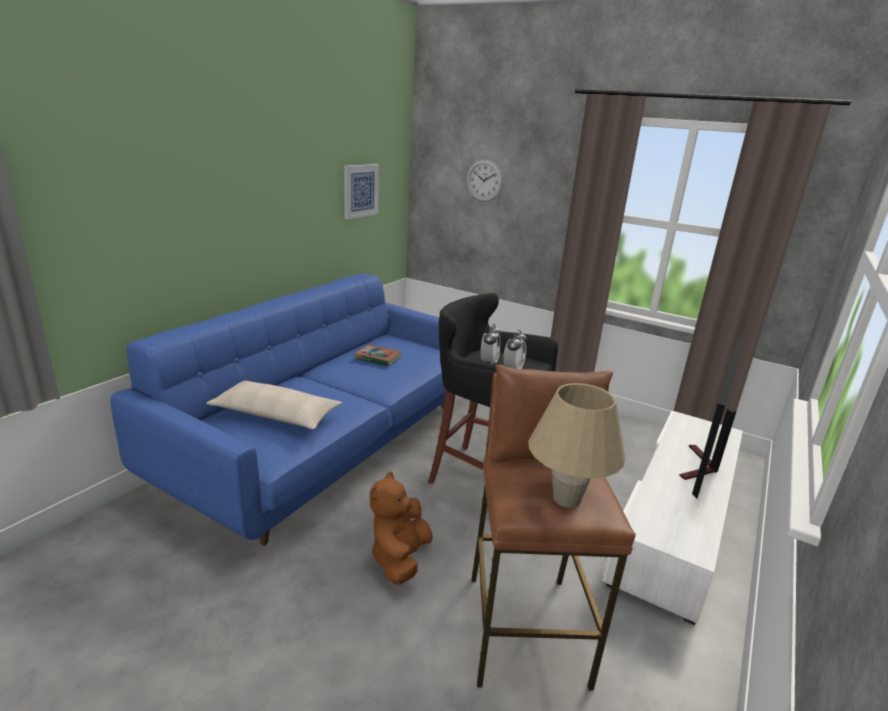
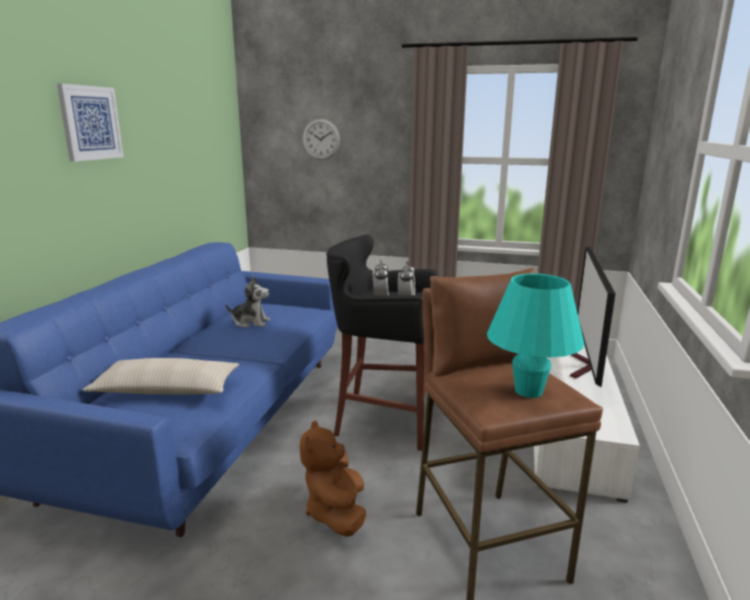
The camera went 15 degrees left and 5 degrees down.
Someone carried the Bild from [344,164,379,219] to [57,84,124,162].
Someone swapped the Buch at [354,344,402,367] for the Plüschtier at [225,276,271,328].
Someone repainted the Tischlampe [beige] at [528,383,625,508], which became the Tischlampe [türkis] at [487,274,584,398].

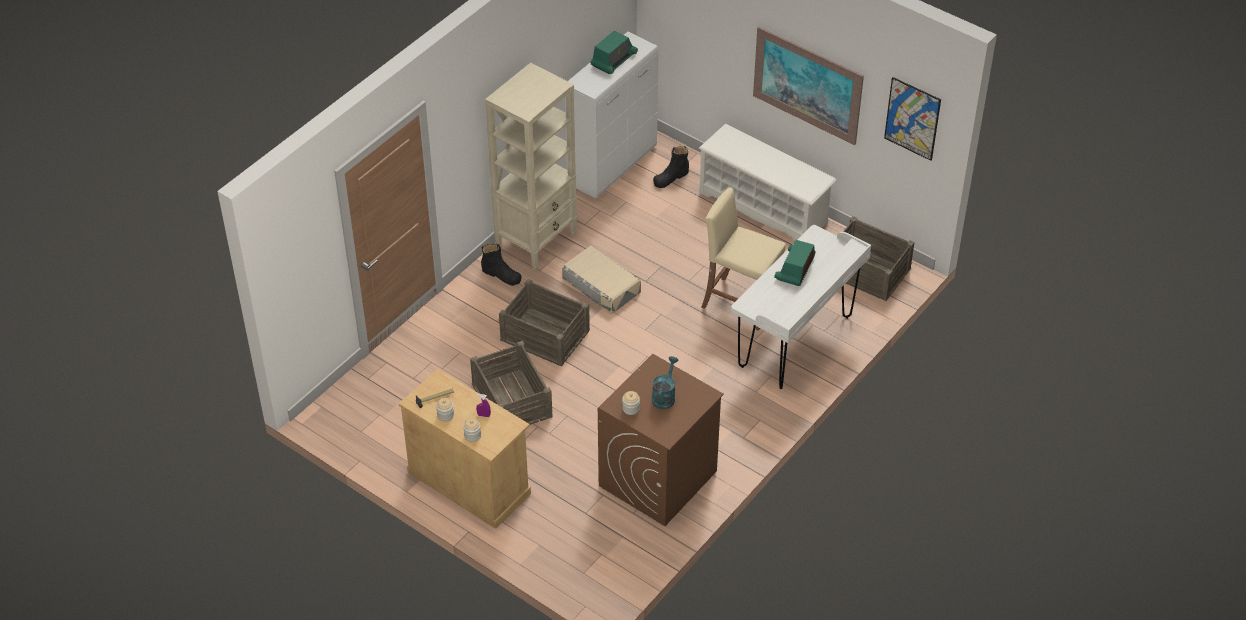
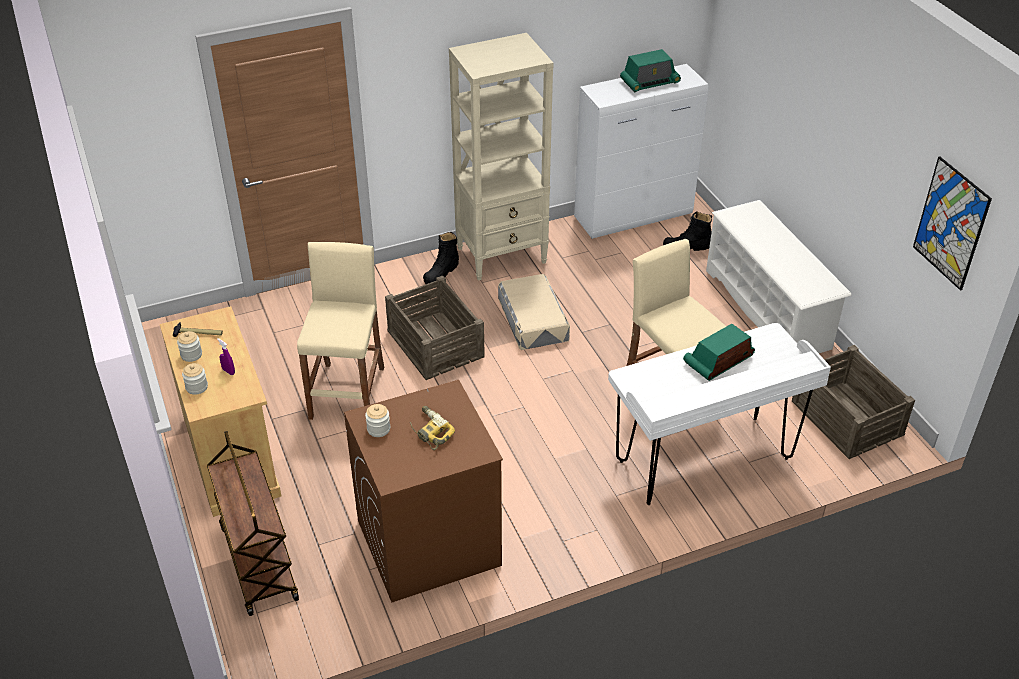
The camera went 30 degrees right and 5 degrees down.
Someone took away the Bild at [753,26,864,145].
Someone put down the Rollwagen [braun] at [207,431,299,616].
Someone swapped the Kiste at [470,341,552,425] for the Hocker [beige] at [297,242,384,420].
Someone swapped the Gießkanne [türkis] at [652,356,678,409] for the Bohrmaschine at [410,406,455,450].
Someone rotated the Stiefel [schwarz] at [481,244,521,286] by 60 degrees clockwise.

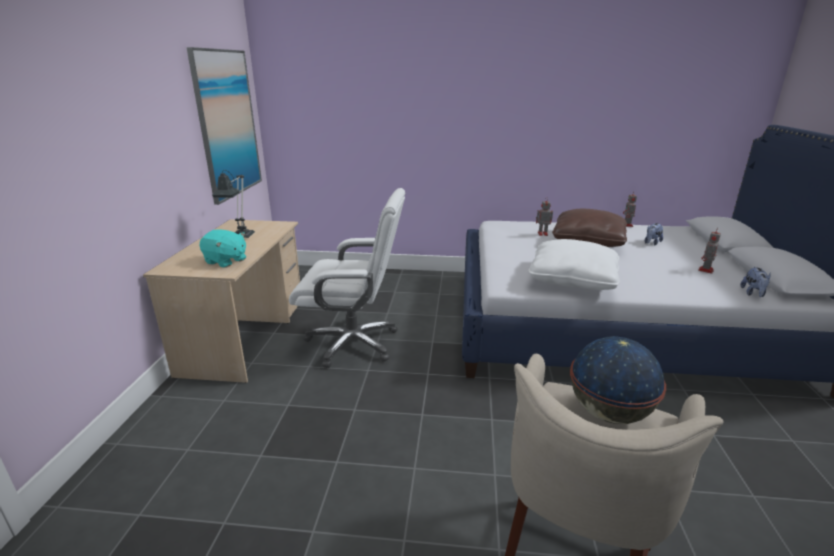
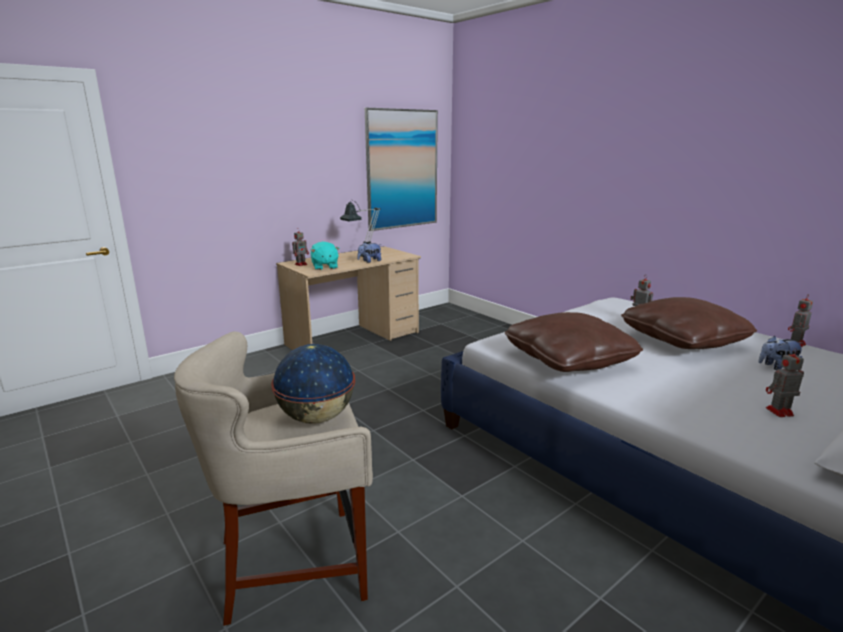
The camera went 45 degrees right and 5 degrees down.
Someone took away the Bürostuhl [weiß] at [289,188,405,368].
Someone put down the Spielzeugroboter at [292,229,309,266].
Someone carried the Plüschtier from [740,267,771,297] to [357,242,381,263].
Someone repainted the Kissen [weiß] at [528,239,620,290], which became the Kissen [braun] at [505,312,643,372].

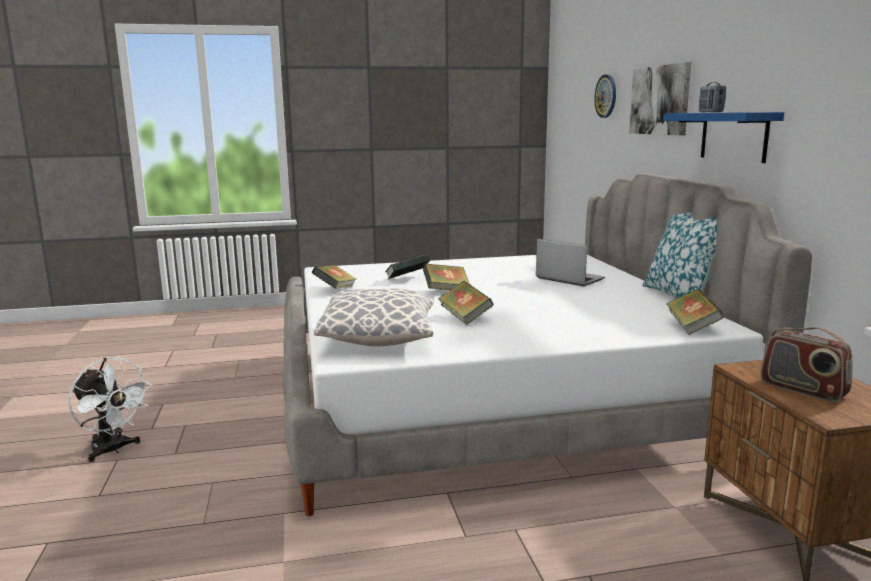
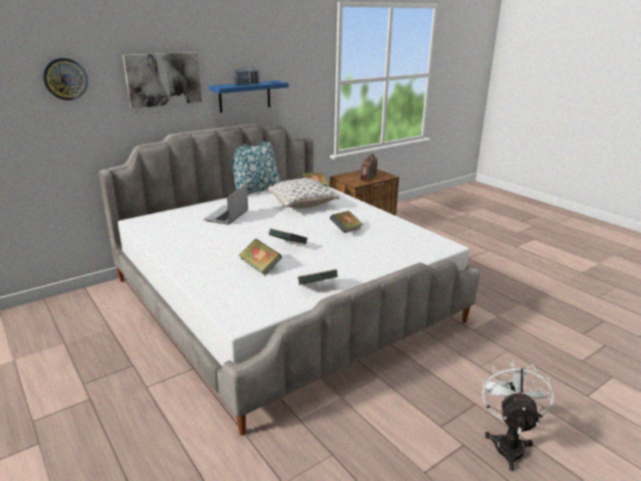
The camera went 115 degrees left and 10 degrees up.
Someone carried the Kissen from [314,288,433,346] to [267,178,340,208].

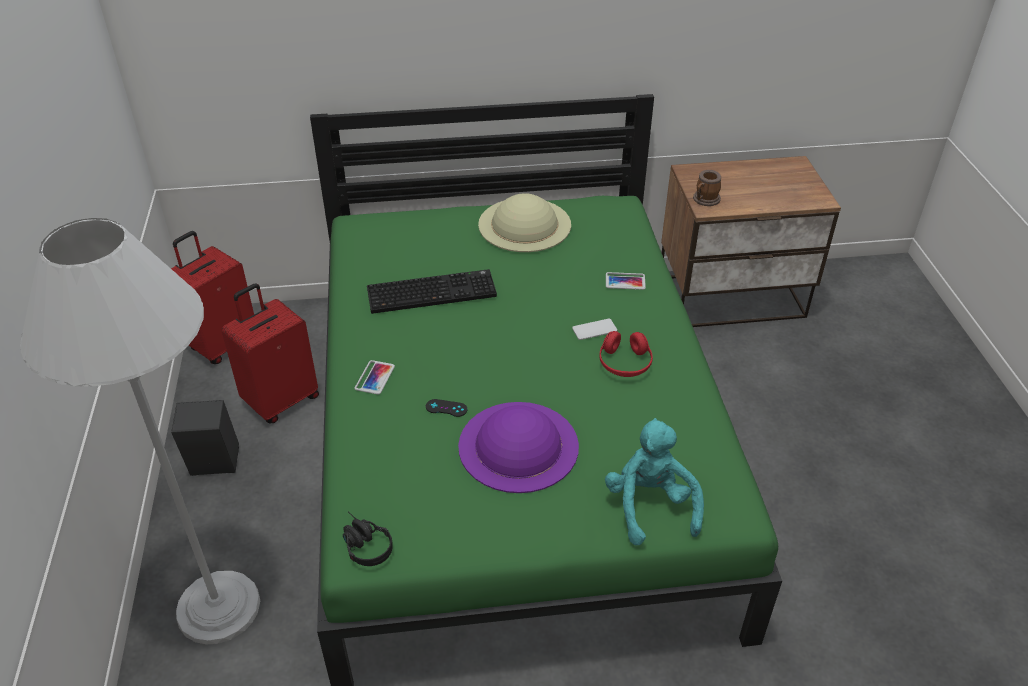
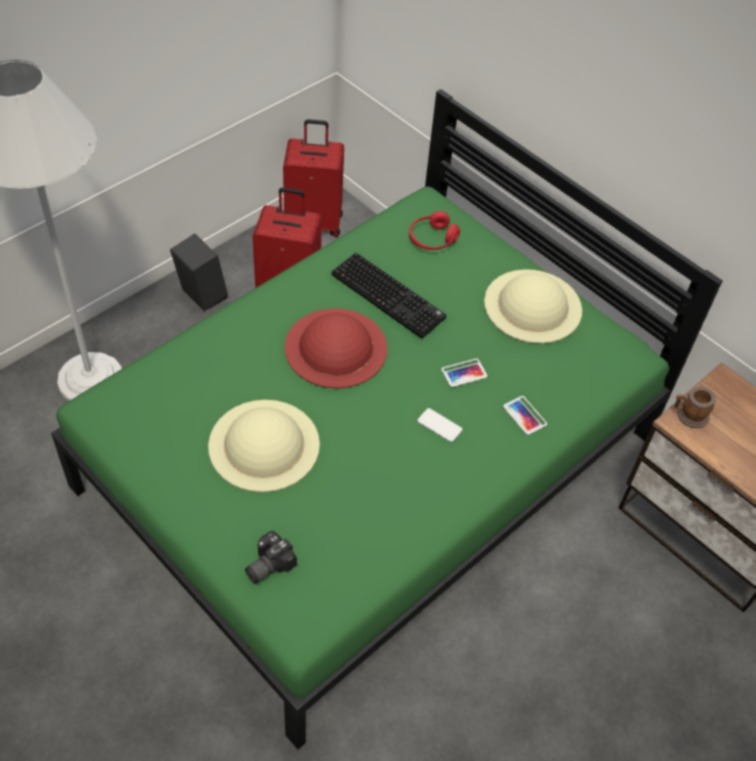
The camera went 50 degrees right and 10 degrees up.
Someone took away the Kopfhörer [schwarz] at [343,511,393,566].
Someone took away the Gamepad [schwarz] at [426,399,467,417].
Someone put down the Hut [rot] at [284,308,387,388].
Someone carried the Handy from [354,360,395,395] to [441,358,487,387].
Someone carried the Kopfhörer [rot] from [599,331,653,377] to [409,211,460,250].
Someone swapped the Plüschtier [türkis] at [605,418,704,546] for the Kamera at [245,531,297,584].
Someone repainted the Hut [lila] at [458,402,579,493], which became the Hut [beige] at [208,400,320,492].

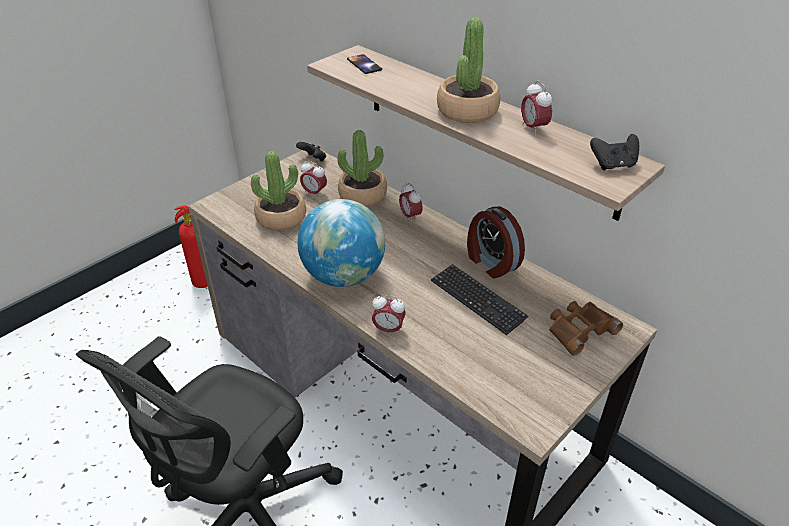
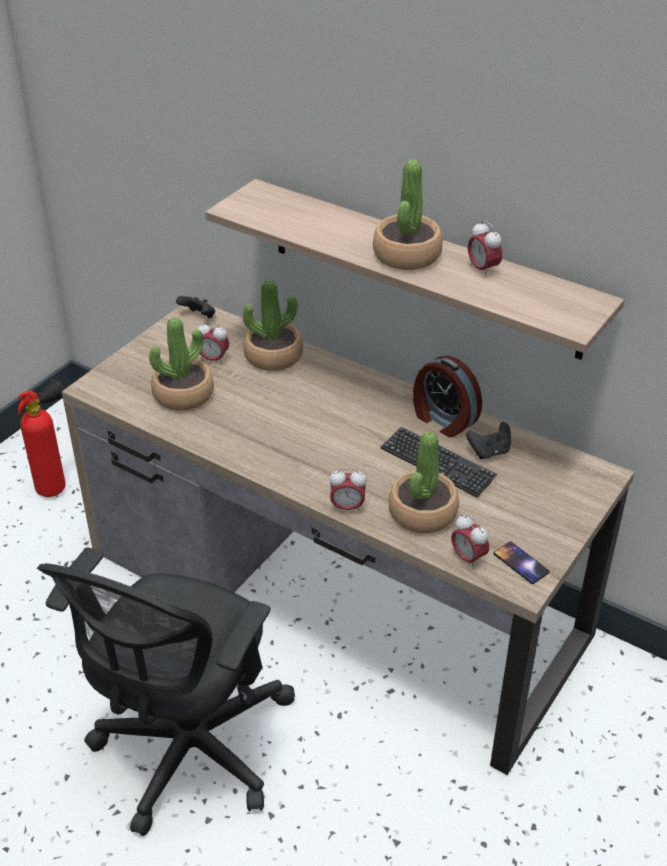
The camera went 10 degrees left and 0 degrees up.
Someone took away the Globus at [297,199,385,287].
Someone took away the Fernglas [braun] at [549,301,623,356].
Someone put down the Topfpflanze at [388,432,459,533].
Someone carried the Handy from [347,54,382,74] to [493,542,550,584].
Someone carried the Wecker from [399,183,423,223] to [451,515,489,569].
Someone carried the Gamepad [schwarz] from [590,134,639,170] to [466,422,511,459].

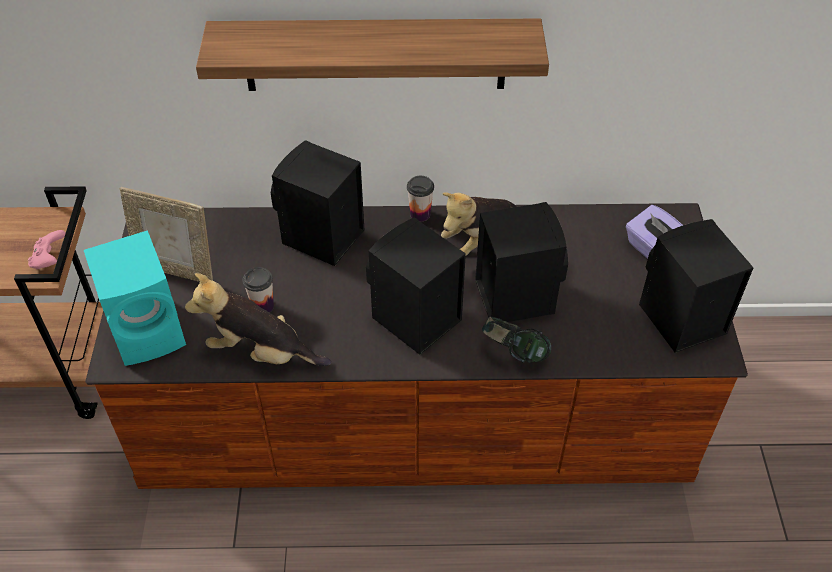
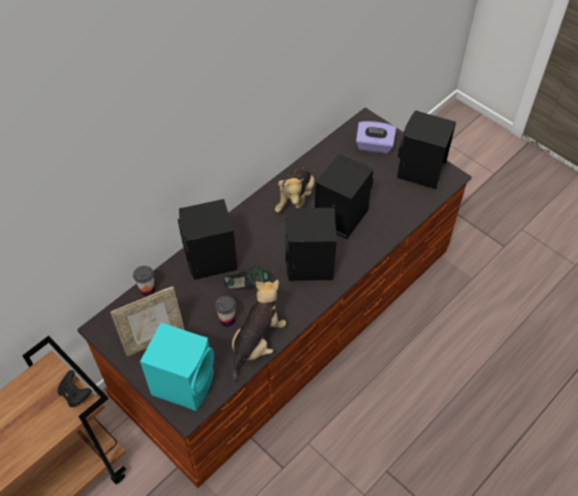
The camera went 45 degrees left and 5 degrees up.
Someone took away the Wandregal at [196,18,549,91].
Someone carried the Tasse from [407,176,434,222] to [133,266,155,296].
Someone carried the Kopfhörer from [482,316,551,363] to [224,265,269,289].
Someone repainted the Gamepad [rosa] at [28,230,66,270], which became the Gamepad [schwarz] at [58,370,92,407].
Someone rotated the Plüschtier at [185,273,331,366] by 150 degrees clockwise.

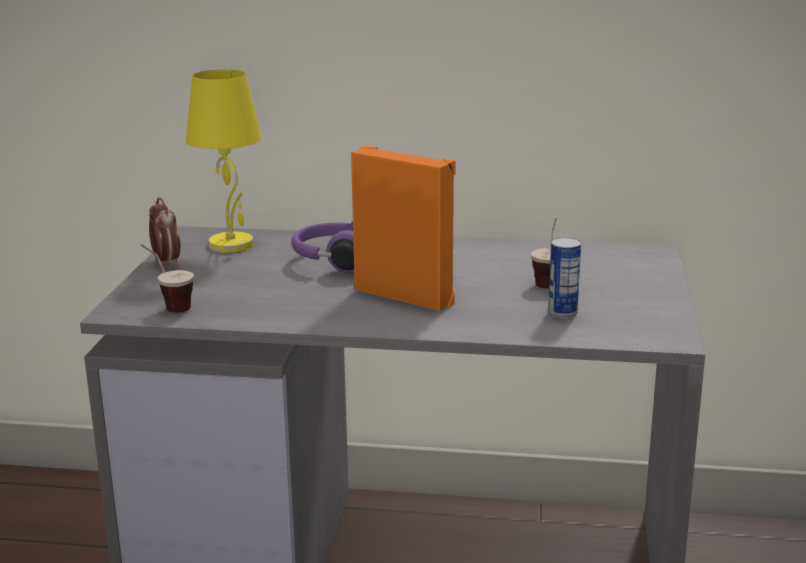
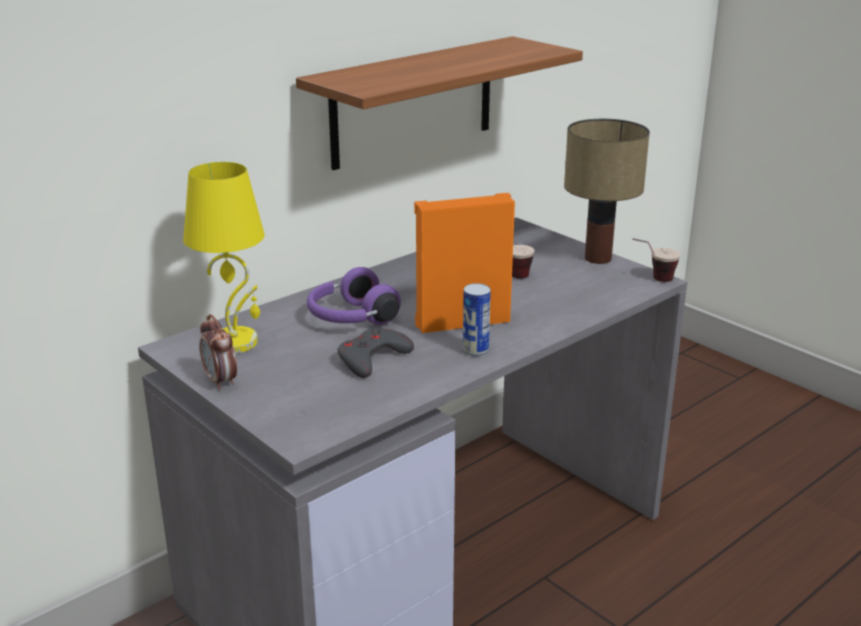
The camera went 50 degrees left and 5 degrees up.
Someone put up the Wandregal at [296,36,583,170].
Someone put down the Gamepad [grau] at [337,328,414,378].
Someone put down the Tischlampe at [564,119,650,264].
Someone carried the Tasse from [141,244,194,313] to [632,238,680,282].
Someone carried the Dose from [548,237,581,319] to [463,283,491,356].
Someone rotated the Wecker at [149,197,181,266] by 135 degrees counterclockwise.

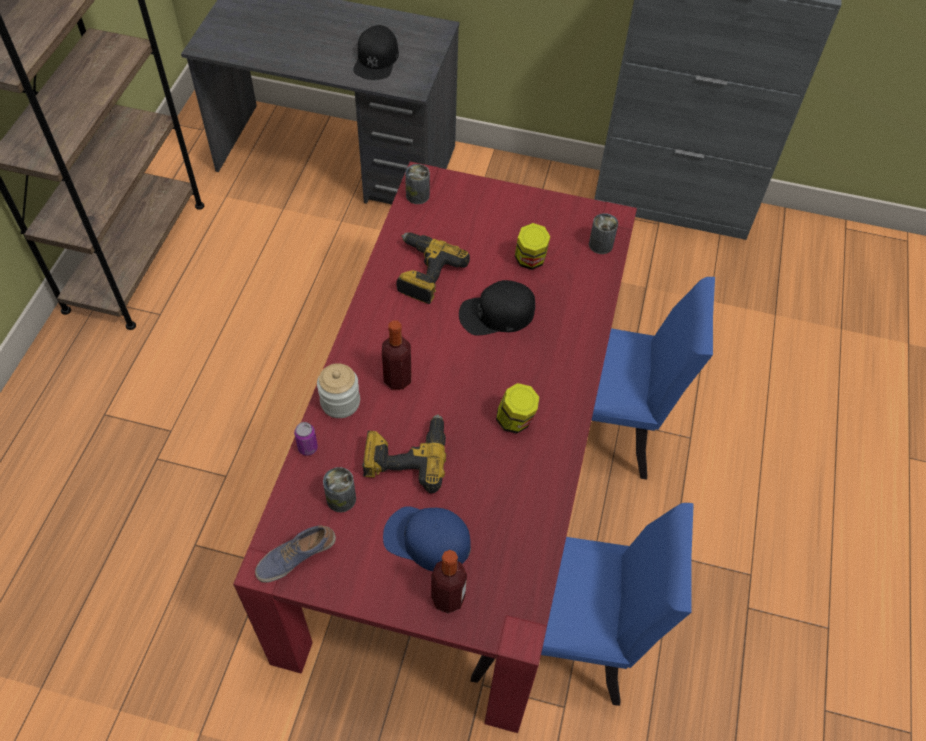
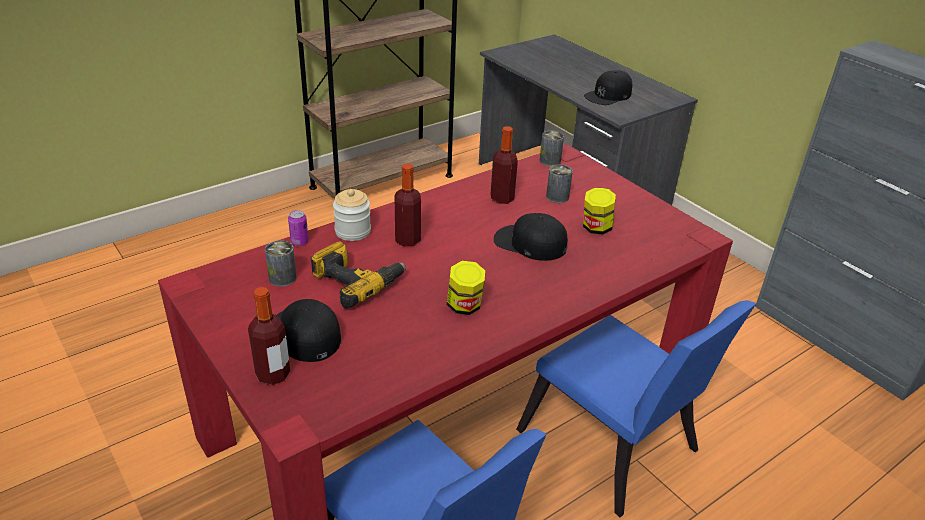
The camera went 40 degrees right and 20 degrees down.
Someone took away the Schuh at [255,525,336,583].
Someone carried the Dose from [589,213,618,254] to [546,165,573,203].
Someone swapped the Bohrmaschine at [396,232,470,304] for the Flasche at [491,126,518,204].
Someone repainted the Kappe [blau] at [383,506,471,571], which became the Kappe [schwarz] at [277,299,341,362].

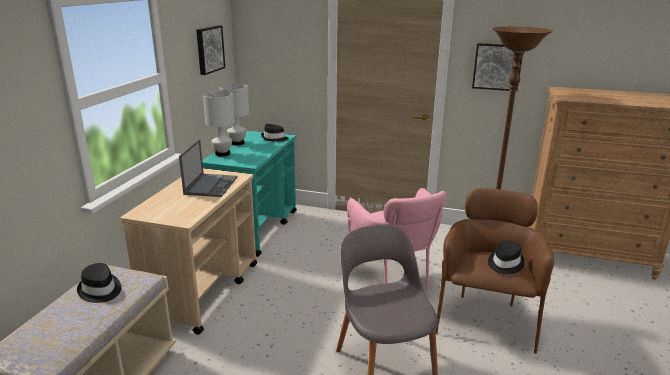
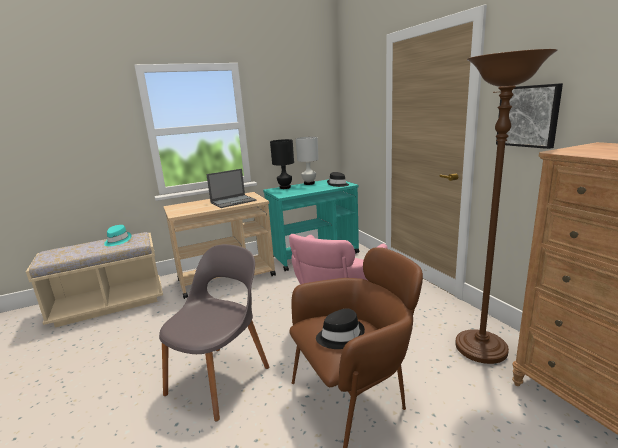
The camera went 50 degrees right and 5 degrees down.
Someone took away the Bild at [196,25,225,75].
Someone repainted the Hut [schwarz] at [77,263,121,303], which became the Hut [türkis] at [104,225,131,246].
Someone repainted the Tischlampe [weiß] at [203,91,235,157], which became the Tischlampe [schwarz] at [270,139,294,189].

